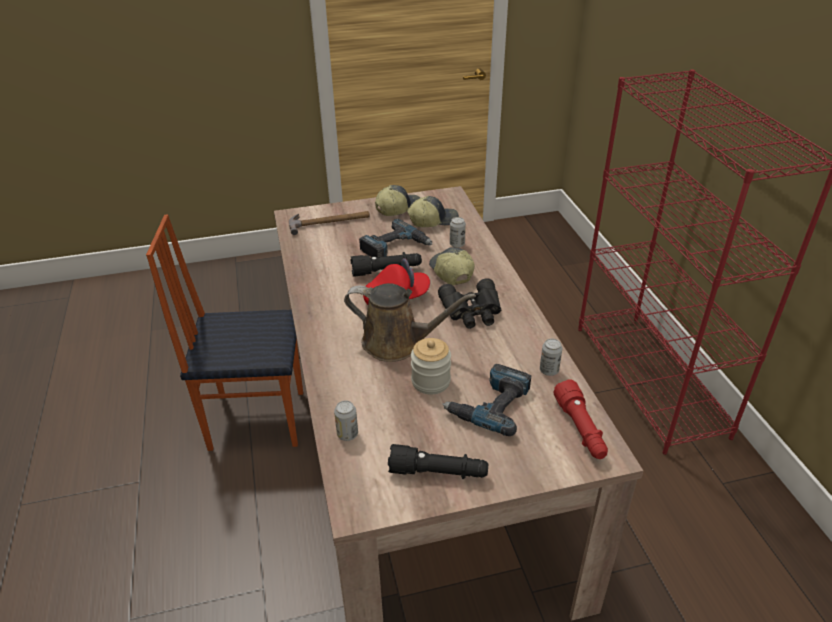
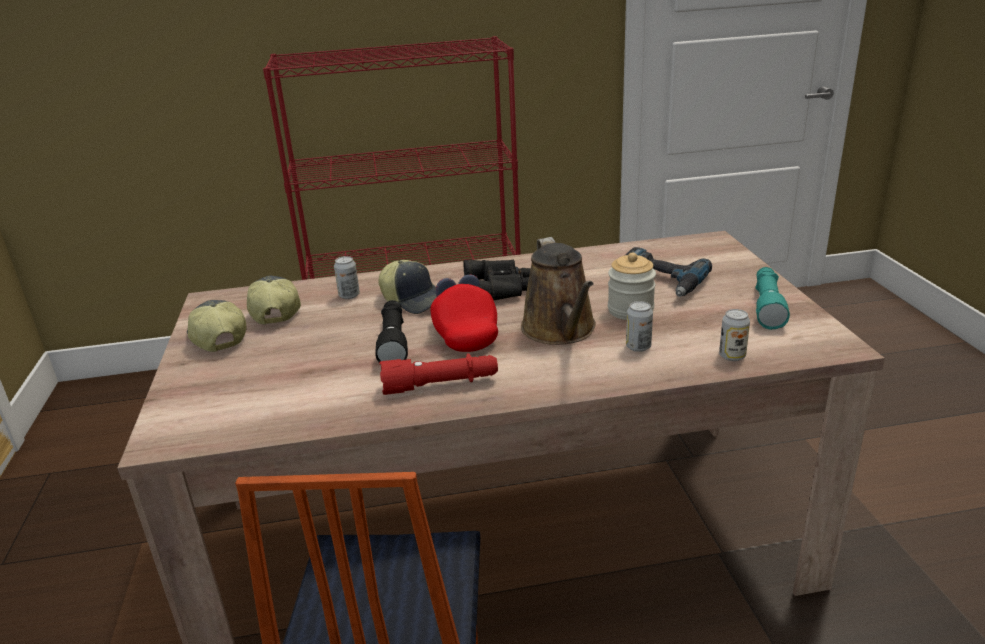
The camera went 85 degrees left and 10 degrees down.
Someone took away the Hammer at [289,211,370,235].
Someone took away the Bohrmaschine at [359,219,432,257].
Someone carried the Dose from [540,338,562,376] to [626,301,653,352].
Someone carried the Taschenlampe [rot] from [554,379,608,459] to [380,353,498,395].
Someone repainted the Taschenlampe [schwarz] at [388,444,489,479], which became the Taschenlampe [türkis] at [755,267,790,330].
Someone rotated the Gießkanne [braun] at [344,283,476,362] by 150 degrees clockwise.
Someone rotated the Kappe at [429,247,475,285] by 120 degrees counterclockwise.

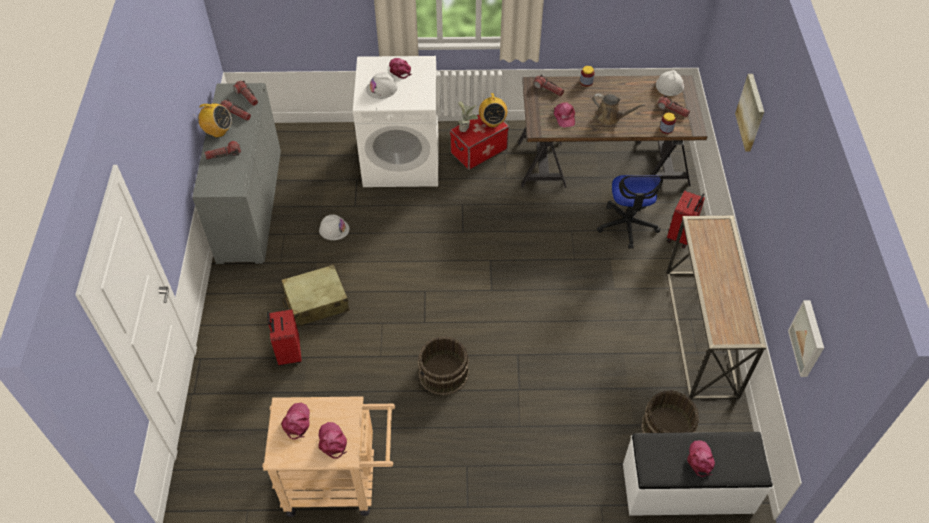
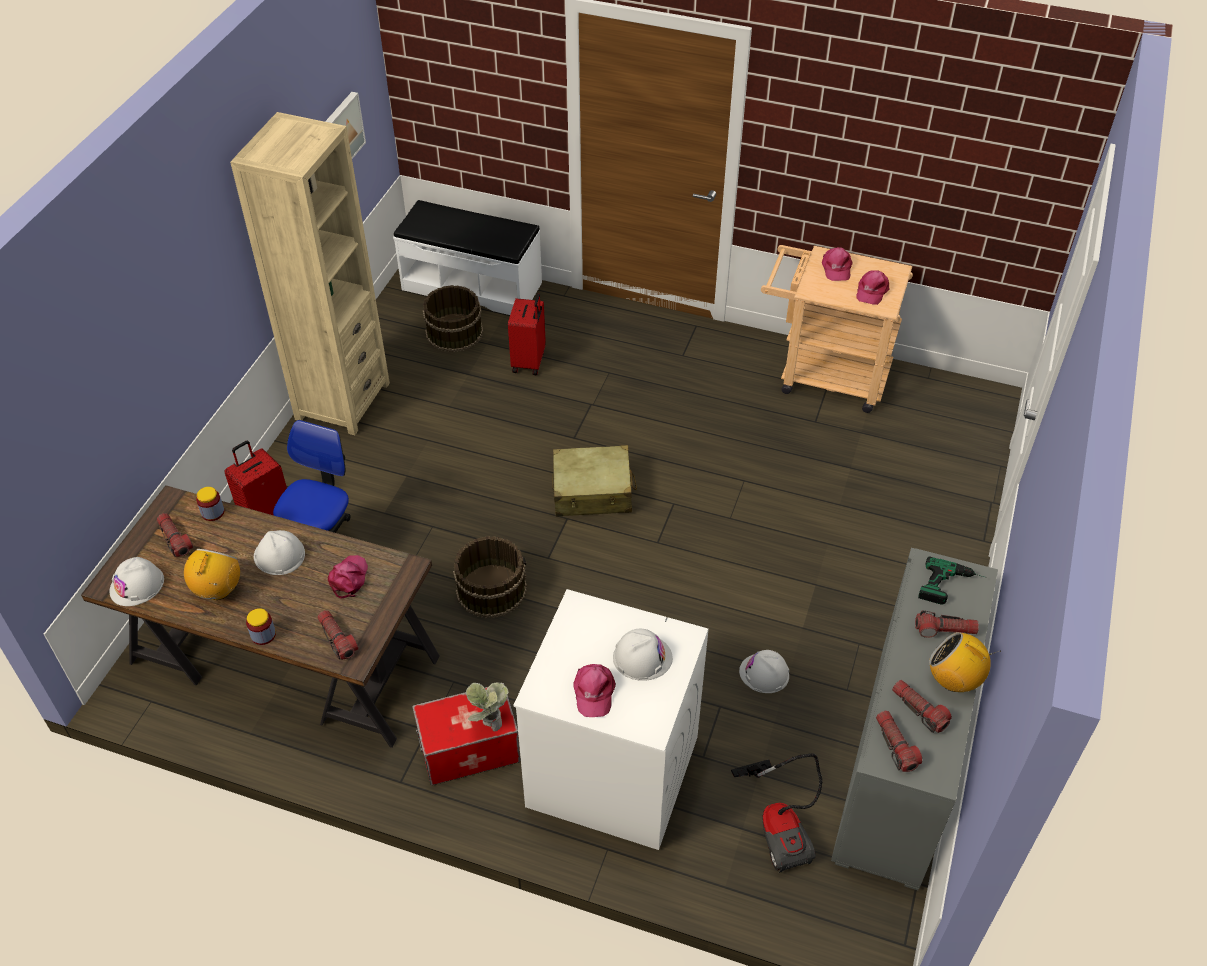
The camera went 160 degrees left and 5 degrees down.
Someone took away the Kappe [rosa] at [687,440,715,477].
Someone took away the Bild at [735,74,764,152].
Someone put down the Staubsauger at [731,754,822,873].
Someone put down the Bohrmaschine at [918,557,985,605].
Someone carried the Koffer [rot] from [267,310,302,366] to [508,293,546,375].
Someone carried the Koffer [beige] from [281,264,349,327] to [552,445,637,516].
Someone carried the Eimer [braun] from [418,336,469,396] to [453,536,527,618].
Someone carried the Radio from [479,93,507,127] to [184,549,240,600].
Someone swapped the Gießkanne [braun] at [592,93,645,126] for the Schutzhelm [weiß] at [254,530,305,575].
Someone swapped the Konsolentisch at [666,215,766,400] for the Bücherregal [beige] at [230,112,390,435].

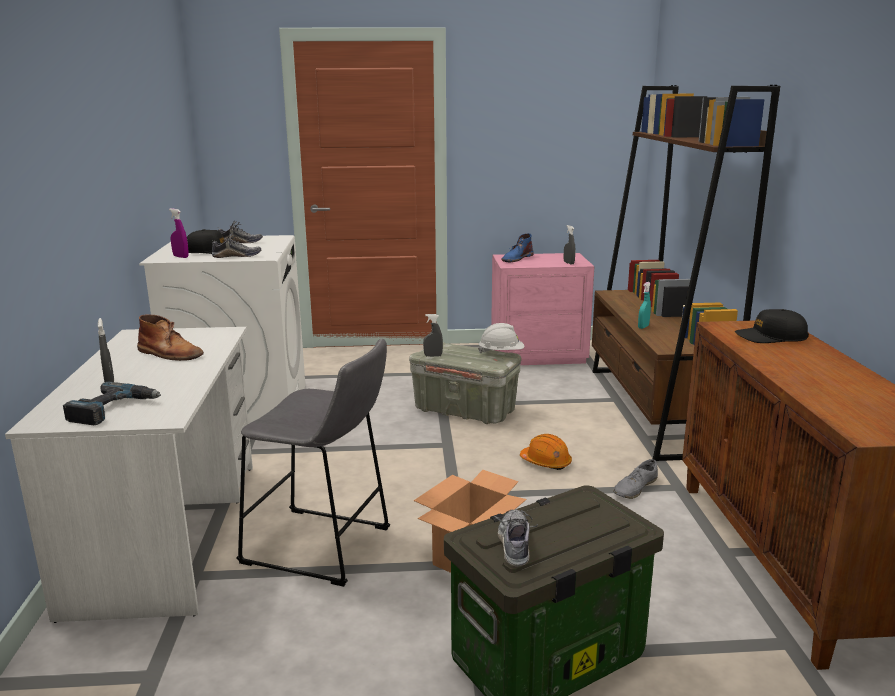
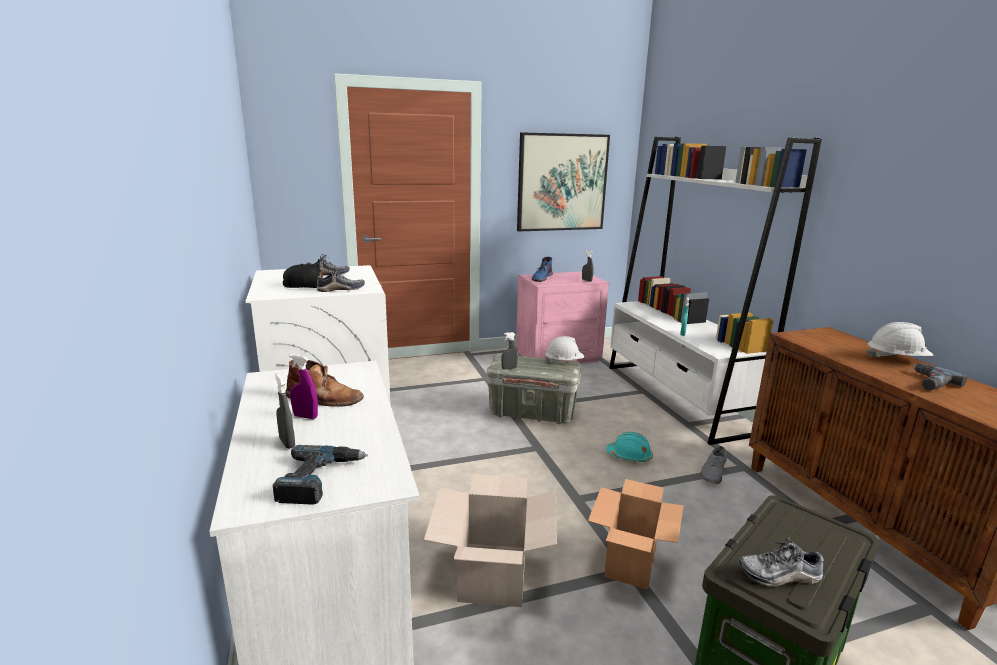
The camera went 15 degrees left and 0 degrees up.
Someone took away the Kappe [schwarz] at [735,309,809,343].
Someone put up the Bild at [517,132,610,231].
Someone put down the Schutzhelm [weiß] at [867,322,934,358].
Someone put down the Bohrmaschine at [913,363,968,390].
Someone carried the Sprühflasche [lila] from [169,208,189,258] to [289,354,318,419].
Someone swapped the Hocker [grau] at [236,339,390,587] for the Karton at [424,474,557,607].
Someone repainted the Schutzhelm [orange] at [520,434,572,470], which became the Schutzhelm [türkis] at [606,432,653,462].
Someone repainted the Bücherregal [braun] at [592,85,780,461], which became the Bücherregal [weiß] at [609,137,822,445].
Someone rotated the Schuh at [494,510,538,567] by 75 degrees counterclockwise.

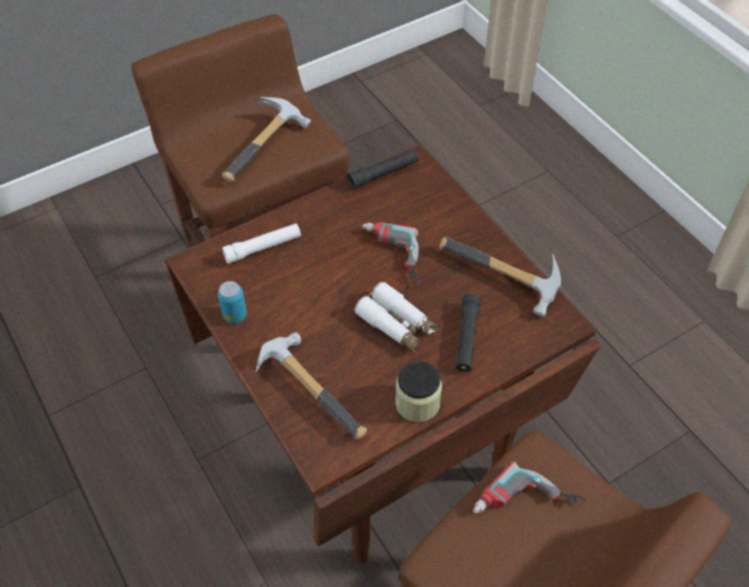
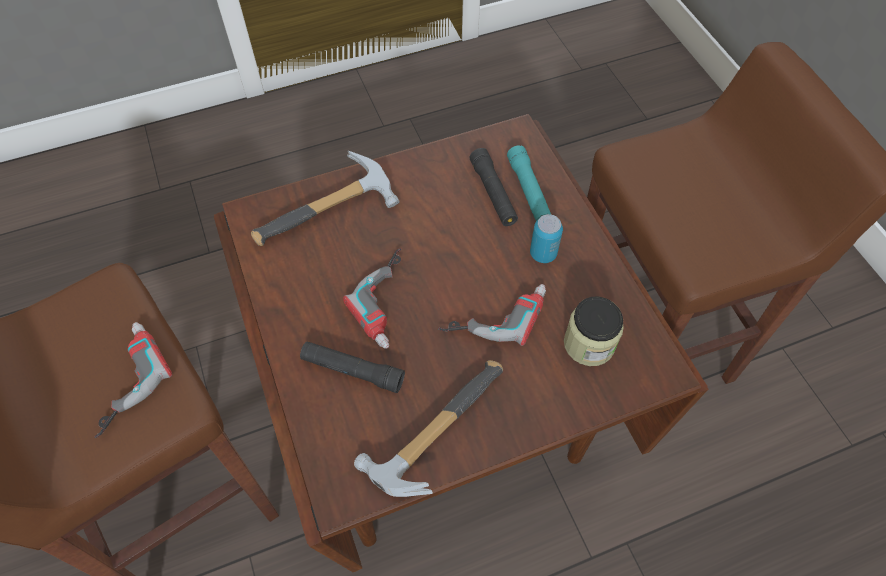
The camera went 100 degrees right and 5 degrees up.
Someone took away the Hammer at [222,97,311,182].
Someone carried the Dose from [218,281,247,324] to [530,214,563,263].
Someone carried the Taschenlampe [schwarz] from [347,149,418,189] to [470,148,518,226].
Someone carried the Vorratsglas from [395,361,442,422] to [564,297,624,366].
Someone swapped the Fernglas [weiß] at [354,281,438,352] for the Bohrmaschine at [343,248,402,349].
Someone repainted the Taschenlampe [weiß] at [222,224,301,264], which became the Taschenlampe [türkis] at [507,145,551,221].

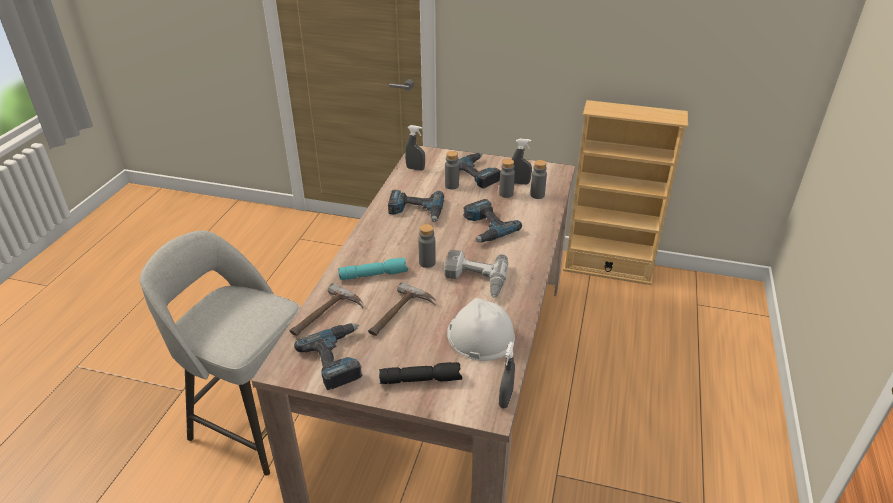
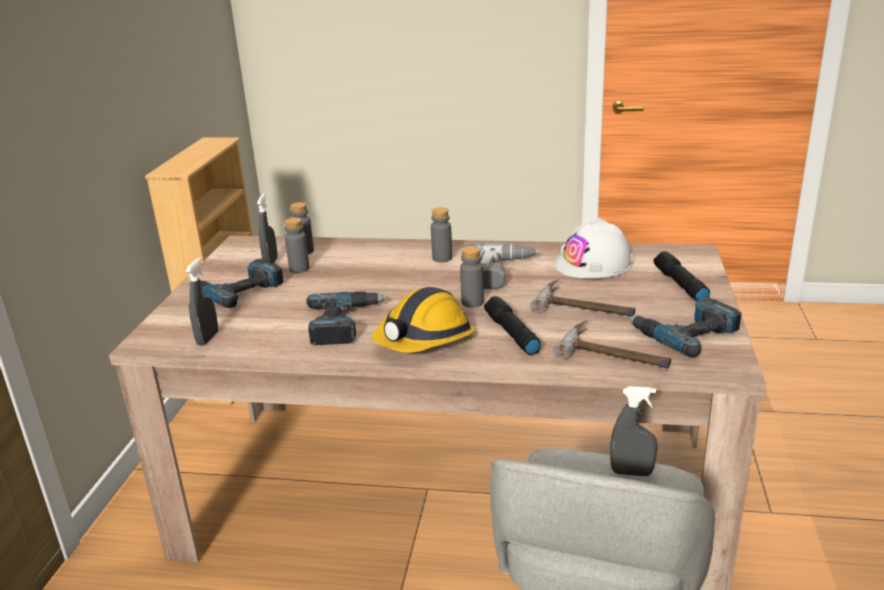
The camera went 95 degrees left and 10 degrees down.
Someone took away the Bohrmaschine at [463,199,522,242].
Someone put down the Schutzhelm at [372,287,475,353].
Someone carried the Flasche [grau] from [445,151,459,189] to [431,207,452,262].
Someone carried the Sprühflasche [grau] from [499,342,515,408] to [610,386,658,476].
Someone repainted the Taschenlampe [türkis] at [338,258,408,280], which became the Taschenlampe [schwarz] at [484,296,541,355].

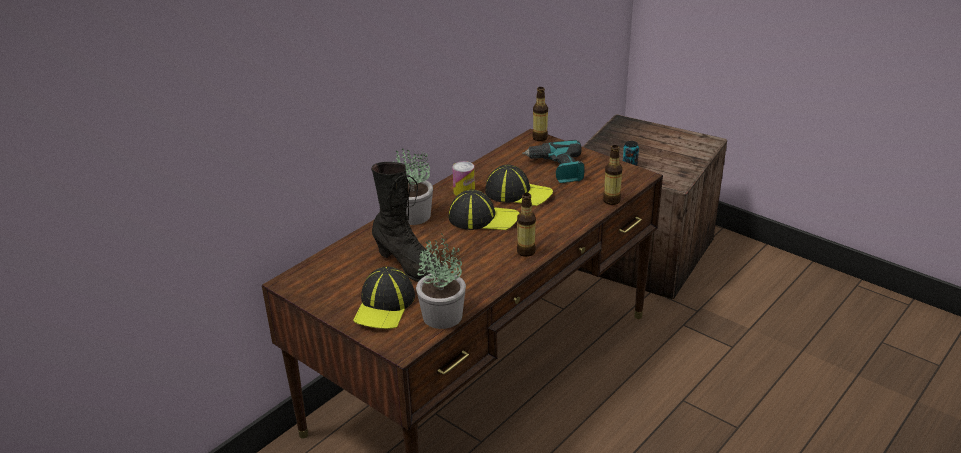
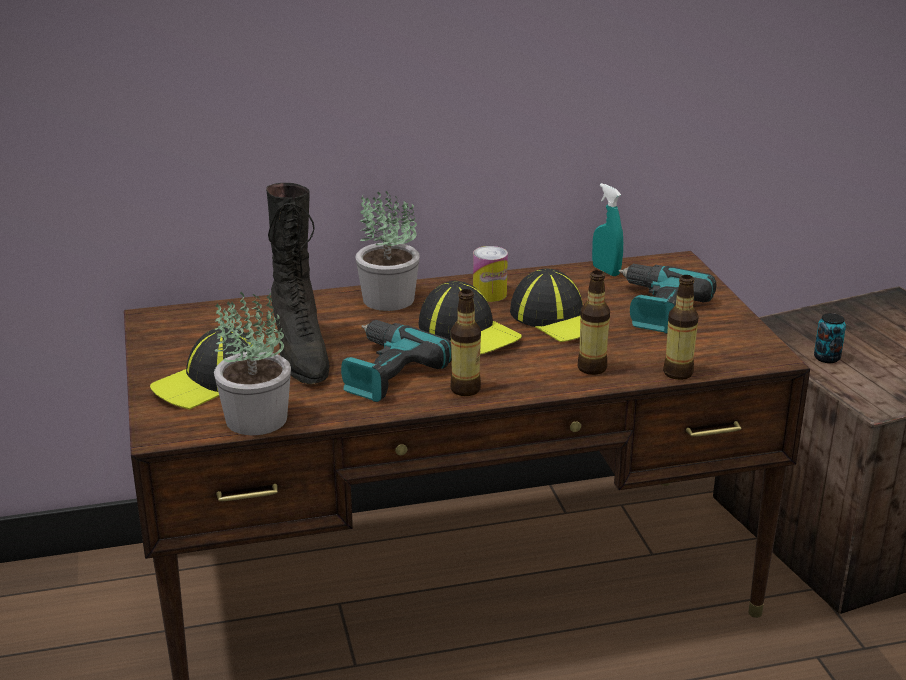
The camera went 35 degrees right and 5 degrees down.
Someone put down the Bohrmaschine at [341,320,451,402].
Someone put down the Sprühflasche [türkis] at [592,183,623,276].
Someone carried the Flasche from [532,87,548,141] to [577,270,610,375].

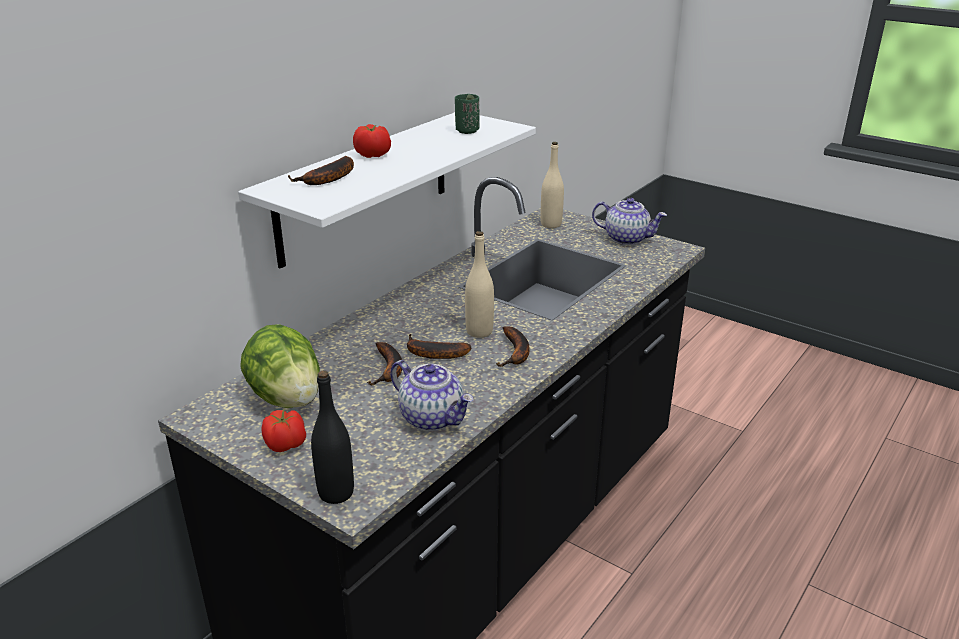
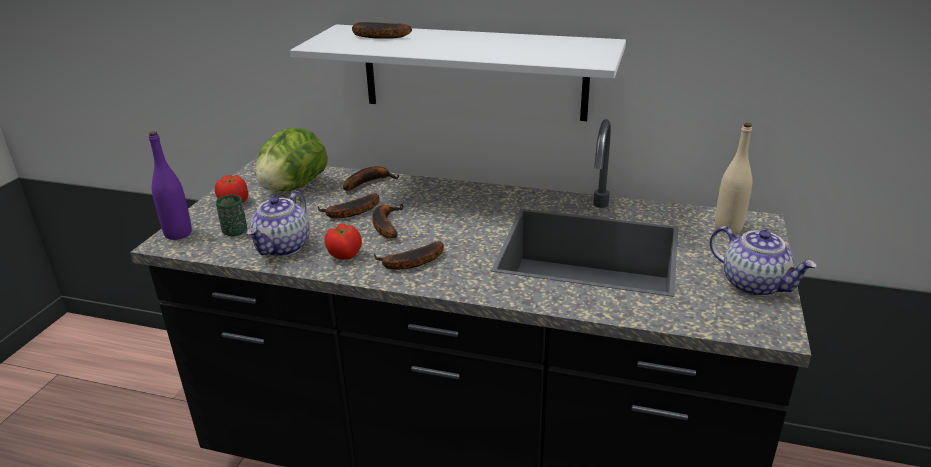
The camera went 70 degrees right and 0 degrees up.
Someone took away the Flasche [beige] at [465,231,494,338].
Someone put down the Banane at [343,166,399,191].
Someone carried the Tomate from [353,124,391,158] to [325,224,362,260].
Someone carried the Tasse [grün] from [455,94,479,134] to [215,195,247,236].
Someone repainted the Flasche [schwarz] at [311,371,354,504], which became the Flasche [lila] at [149,131,192,240].
Someone rotated the Teekanne at [592,198,667,245] by 45 degrees counterclockwise.

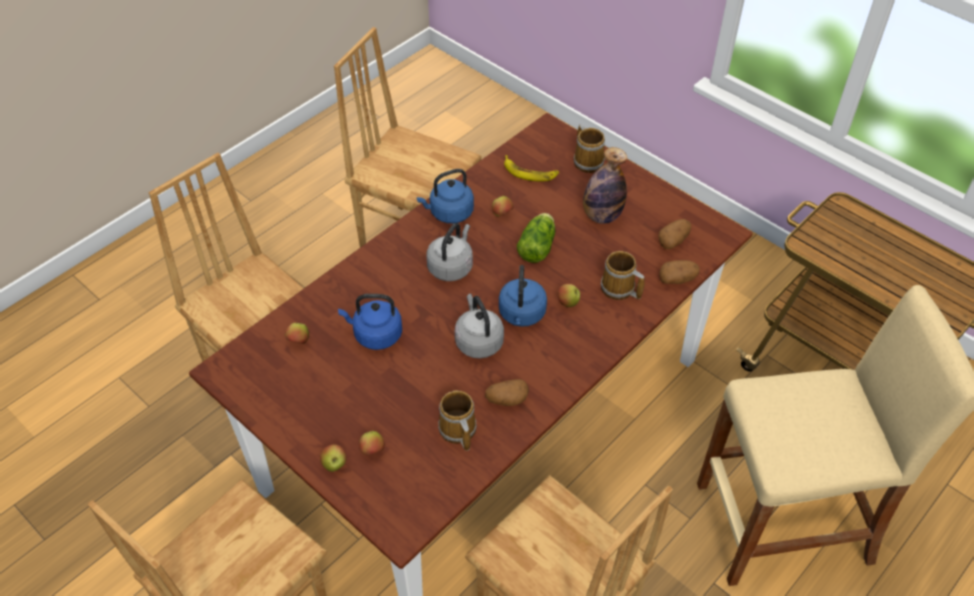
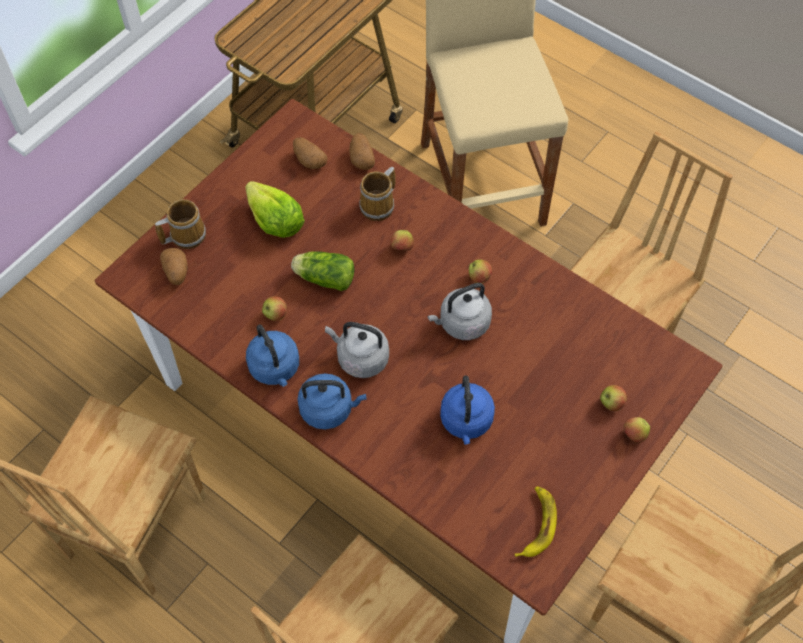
The camera went 95 degrees left and 10 degrees up.
Someone took away the Henkelbecher at [438,390,477,451].
Someone carried the Apfel from [285,323,309,344] to [469,260,492,283].
Someone carried the Kartoffel from [485,379,529,406] to [160,248,188,285].
Someone carried the Wasserkessel [blau] from [499,265,547,327] to [297,374,367,429].
Someone carried the Banane from [504,155,559,182] to [515,486,557,557].
Someone swapped the Flasche at [583,147,627,224] for the Salatkopf at [245,181,305,238].

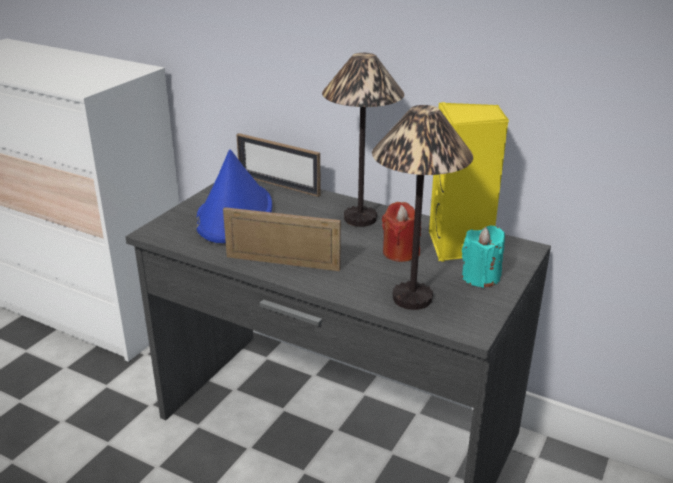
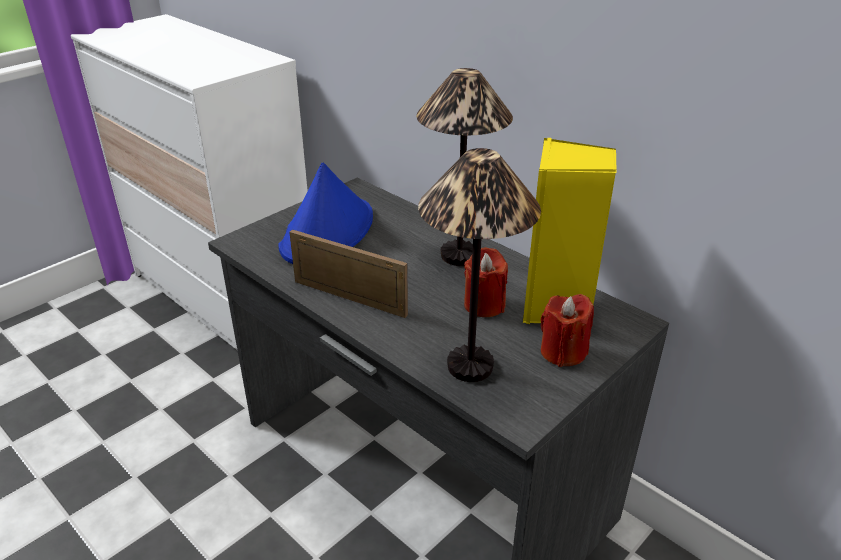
The camera went 15 degrees right and 5 degrees up.
Someone took away the Bilderrahmen at [236,133,321,197].
Someone repainted the Kerze [türkis] at [462,225,505,288], which became the Kerze [rot] at [541,294,594,367].

